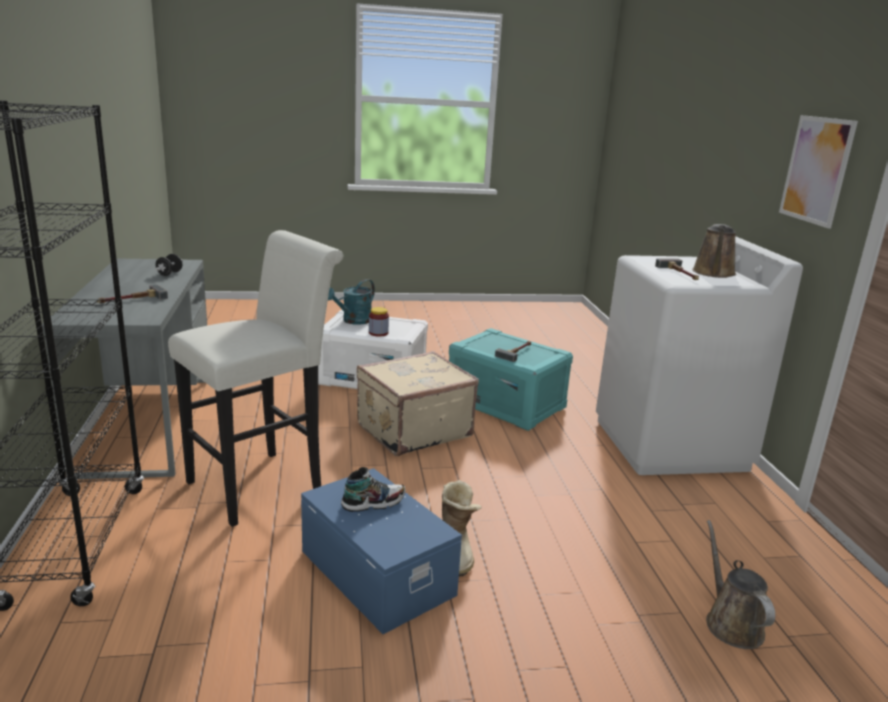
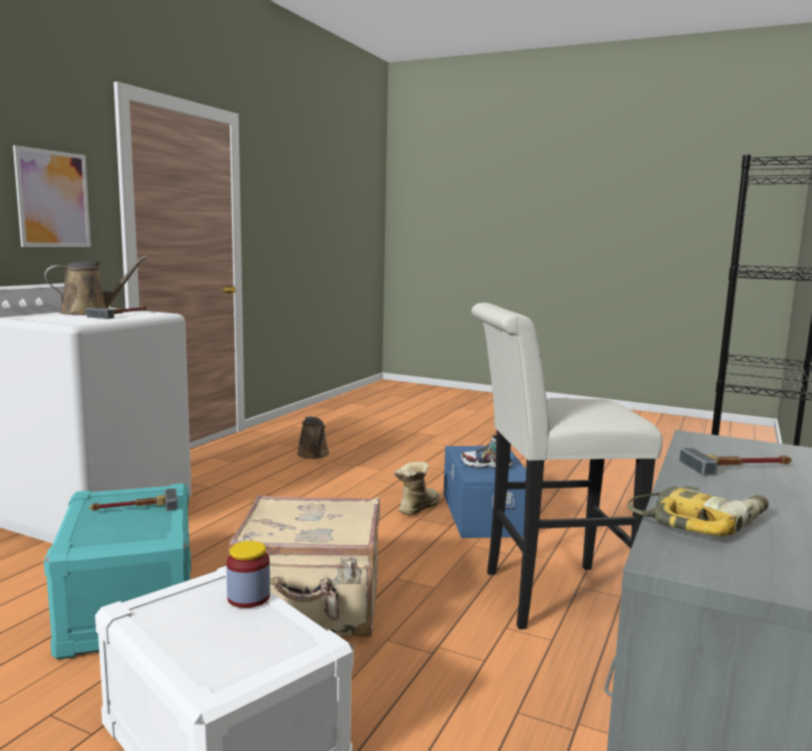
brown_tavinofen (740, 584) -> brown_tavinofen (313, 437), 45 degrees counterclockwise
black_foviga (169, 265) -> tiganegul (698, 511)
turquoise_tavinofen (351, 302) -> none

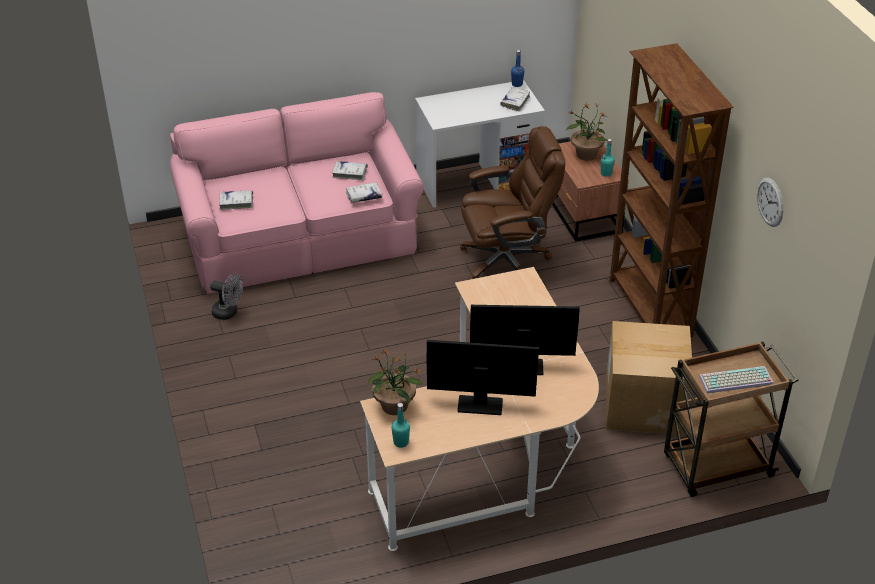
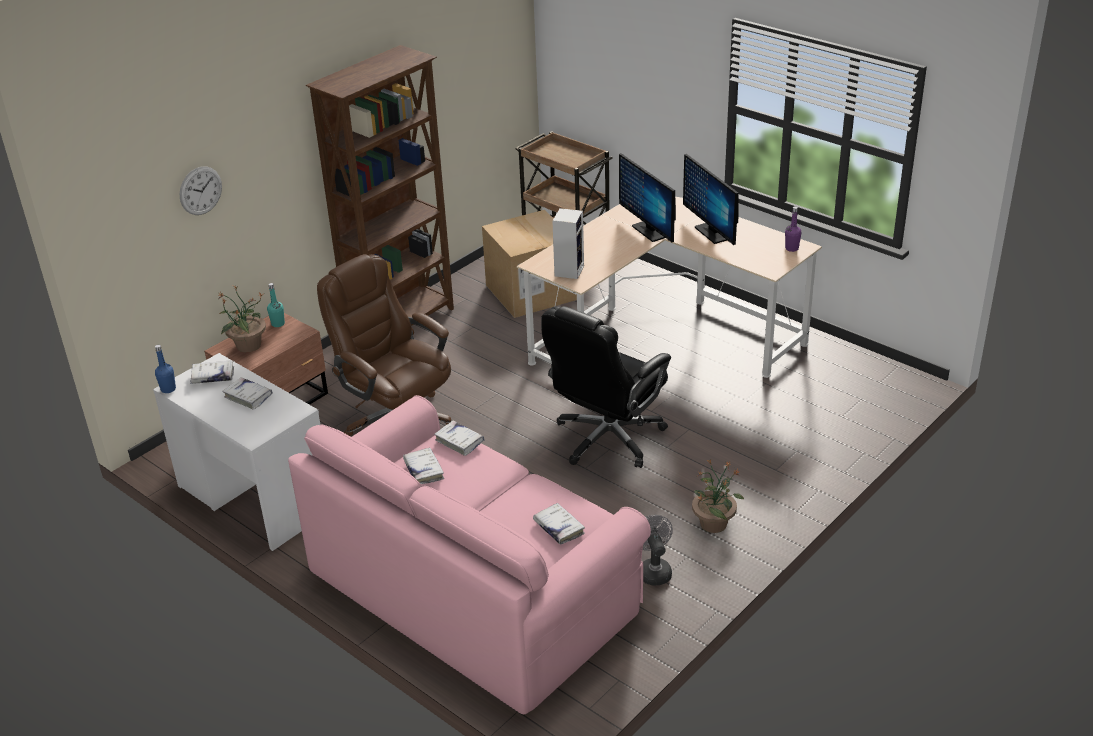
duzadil (770, 202) -> duzadil (201, 190), move
none -> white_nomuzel (247, 393)
none -> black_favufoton (606, 387)
none -> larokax (568, 243)
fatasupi (395, 382) -> fatasupi (718, 496), move
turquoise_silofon (400, 425) -> purple_silofon (793, 229)
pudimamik (736, 379) -> none

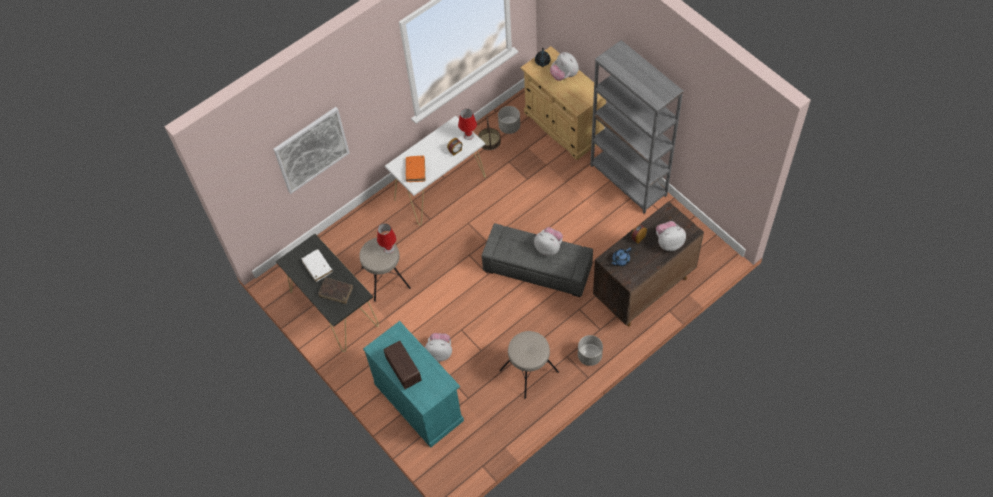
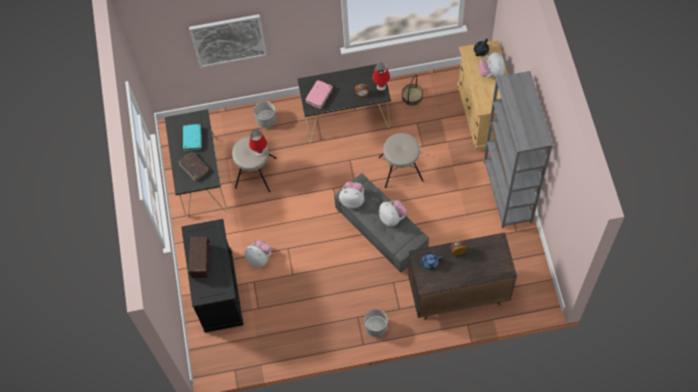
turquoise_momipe (413, 384) -> black_momipe (212, 276)
white_nomuzel (317, 265) -> turquoise_nomuzel (192, 137)
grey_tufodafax (509, 120) -> grey_tufodafax (265, 114), move
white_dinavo (435, 170) -> black_dinavo (344, 103)
orange_nomuzel (416, 169) -> pink_nomuzel (319, 94)
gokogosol (671, 236) -> gokogosol (351, 195), move
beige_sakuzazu (529, 365) -> beige_sakuzazu (401, 160), move

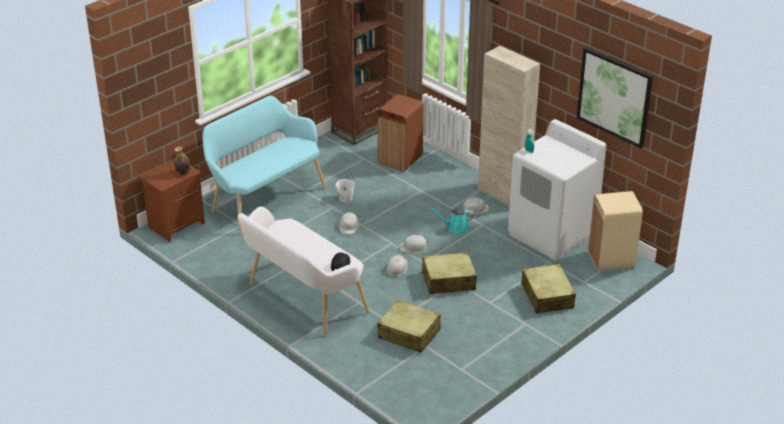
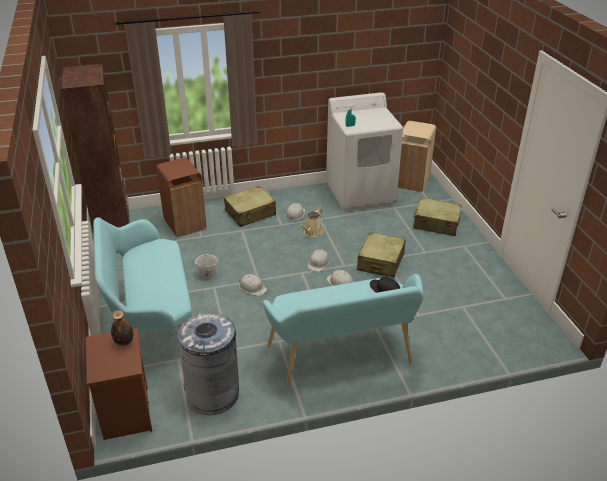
none -> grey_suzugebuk (208, 364)
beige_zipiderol (409, 326) -> beige_zipiderol (250, 206), move
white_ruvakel (303, 271) -> turquoise_ruvakel (343, 331)
turquoise_tavinofen (452, 220) -> beige_tavinofen (311, 223)
beige_momipe (509, 126) -> none
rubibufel (615, 97) -> none

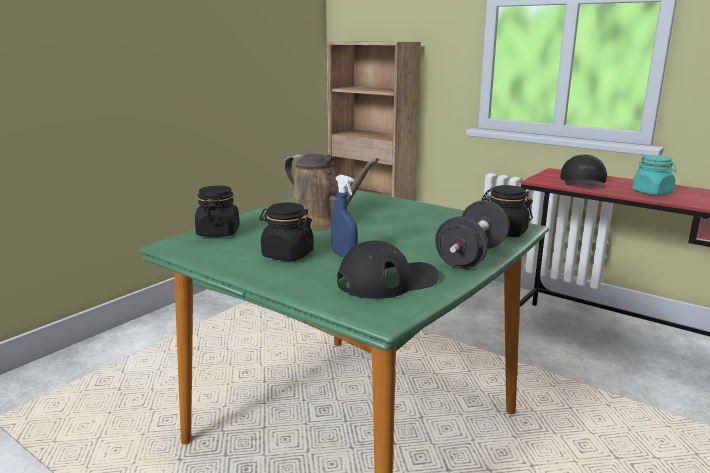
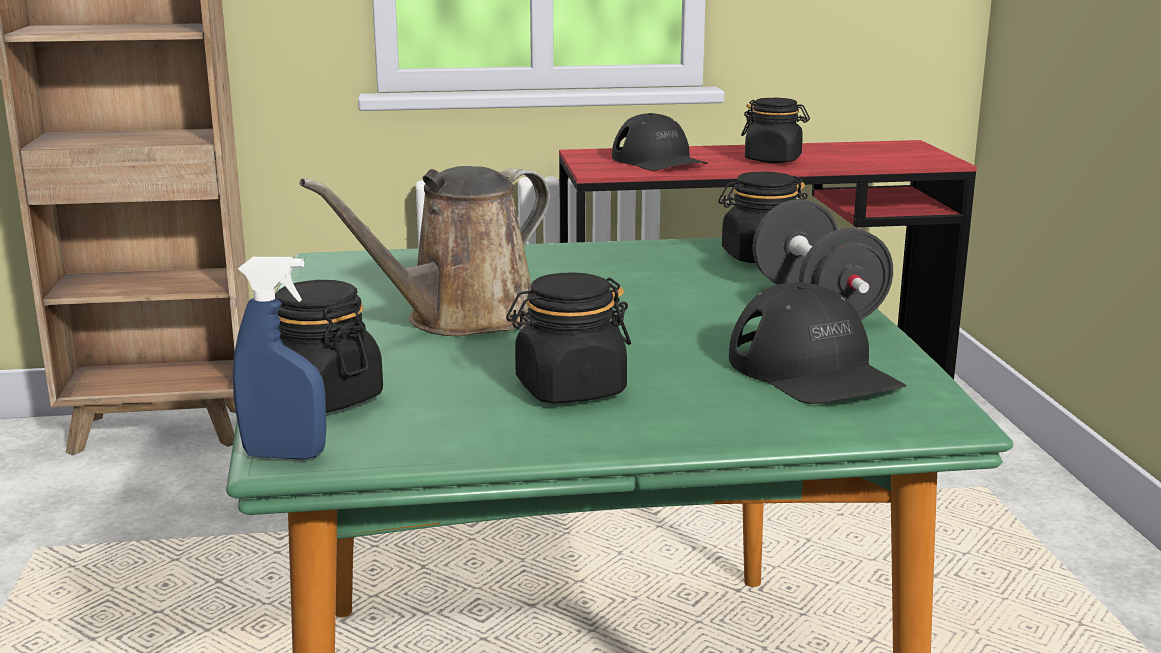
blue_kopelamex (344, 216) -> blue_kopelamex (279, 358), move
brown_tavinofen (331, 191) -> brown_tavinofen (424, 251), 135 degrees clockwise
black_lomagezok (388, 270) -> black_lomagezok (817, 343), 135 degrees clockwise
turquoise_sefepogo (654, 175) -> black_sefepogo (775, 130)

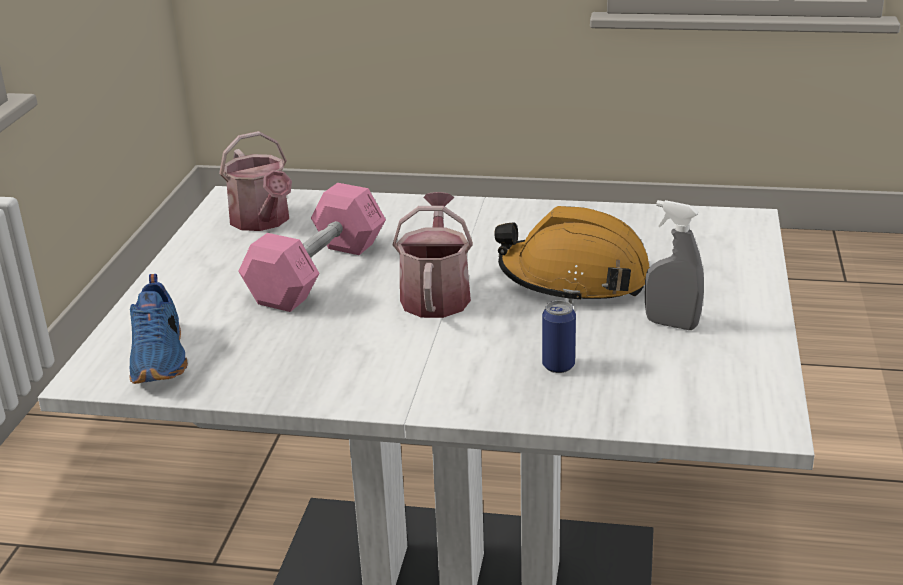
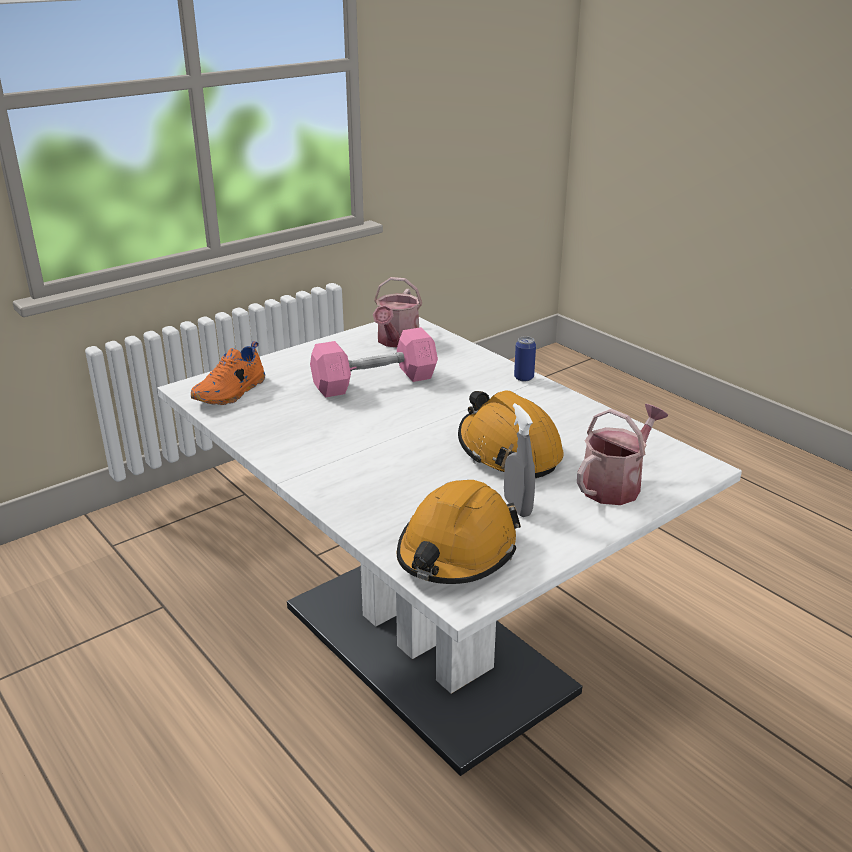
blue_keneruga (158, 329) -> orange_keneruga (228, 373)
none -> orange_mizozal (459, 532)
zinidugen (559, 336) -> zinidugen (525, 358), move
tavinofen (433, 255) -> tavinofen (622, 454), move

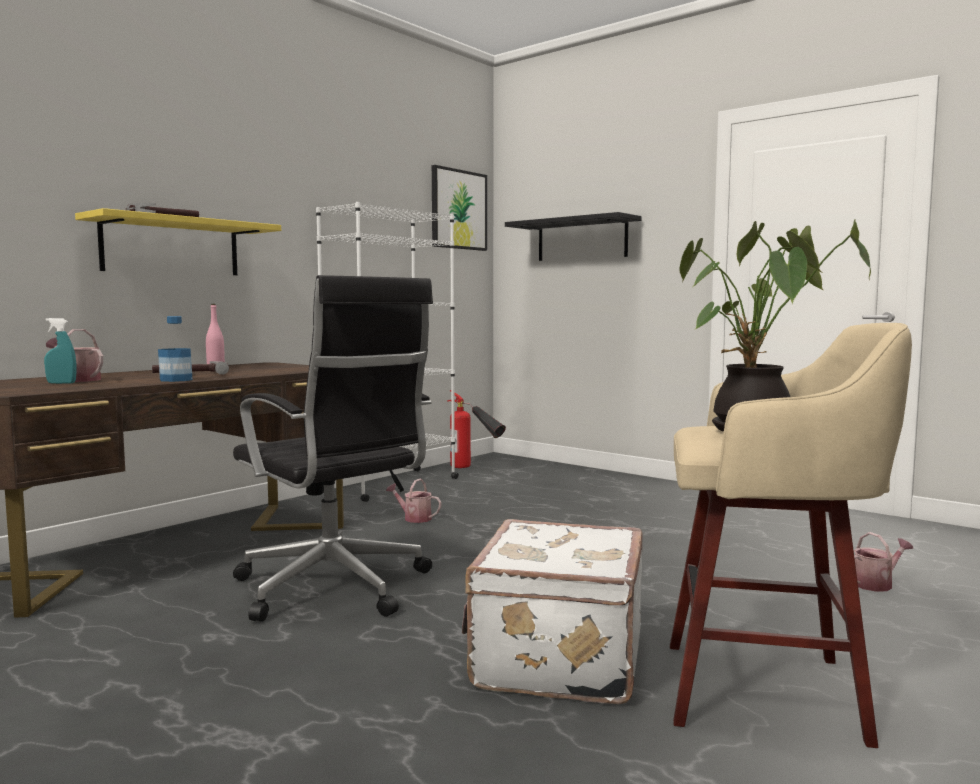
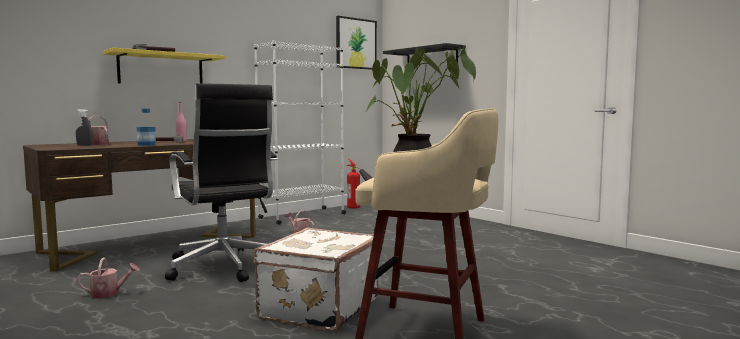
turquoise_kopelamex (60, 351) -> grey_kopelamex (84, 127)
tavinofen (883, 562) -> tavinofen (108, 278), move

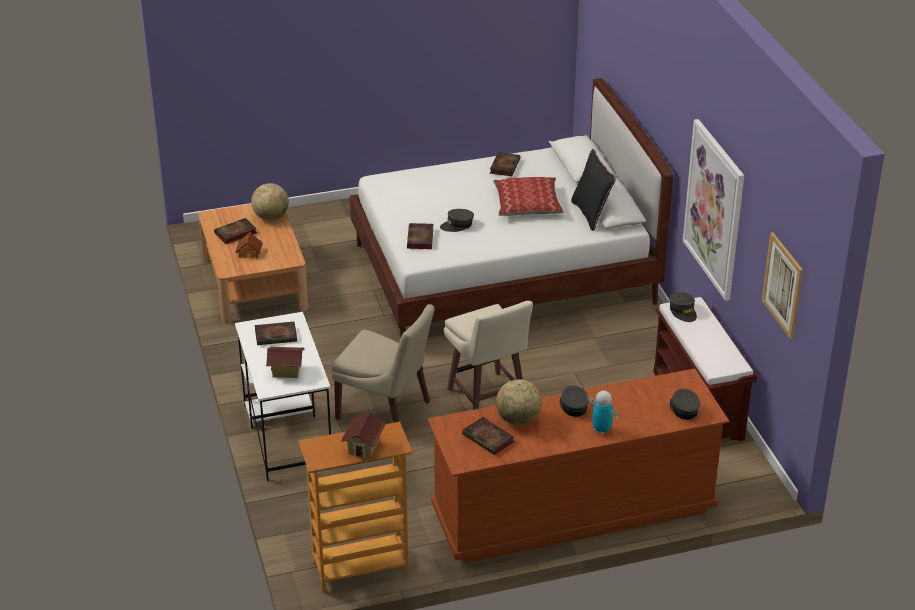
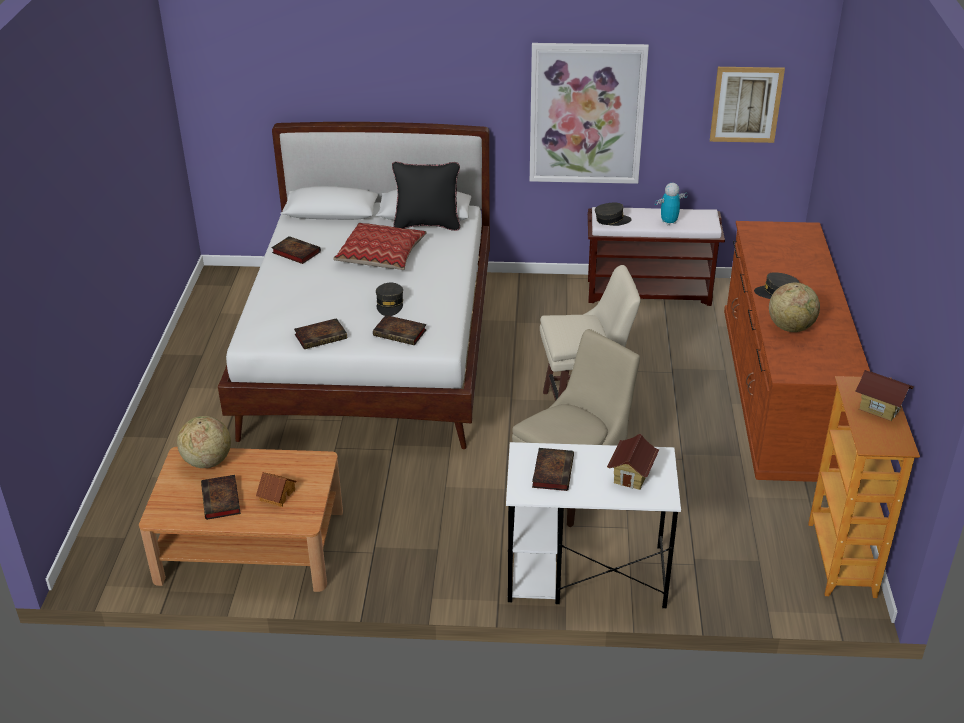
nomuzel (488, 436) -> nomuzel (320, 333), move
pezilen (603, 412) -> pezilen (671, 204), move
grey_lomagezok (685, 404) -> none

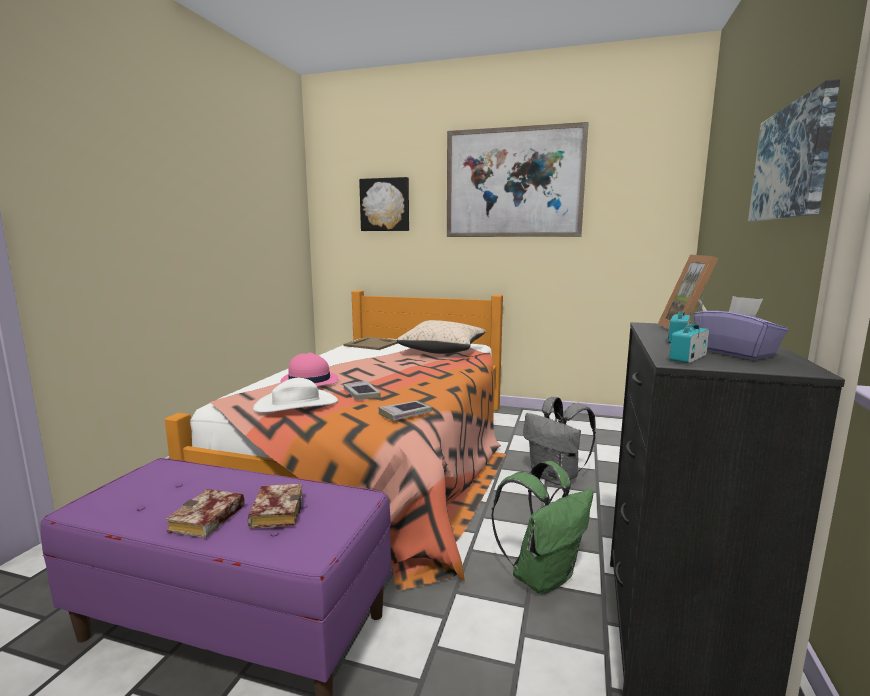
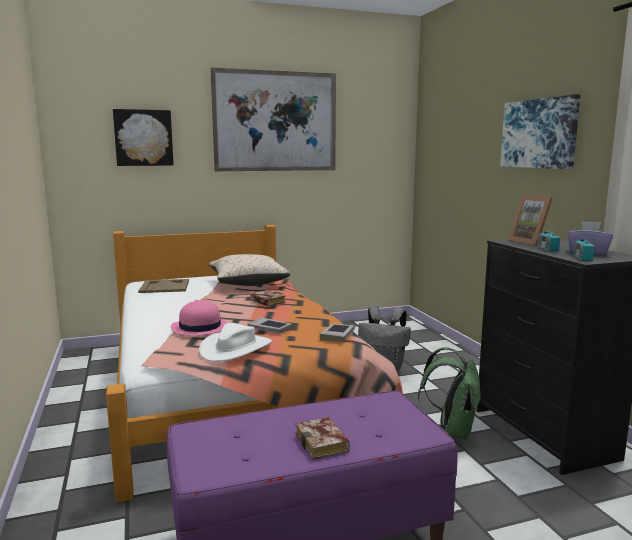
nomuzel (275, 506) -> nomuzel (267, 298), move

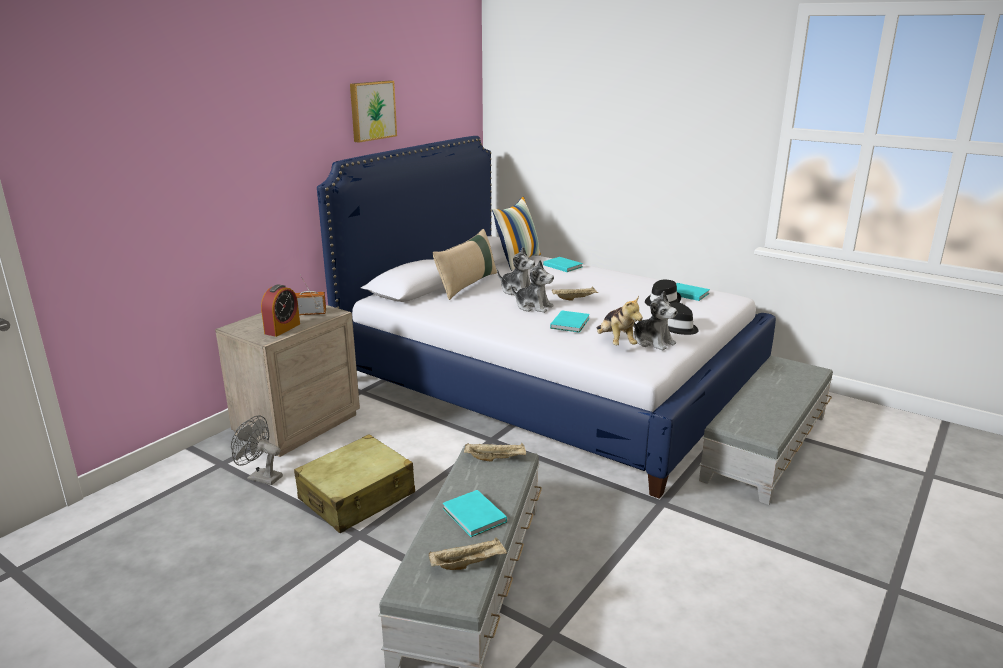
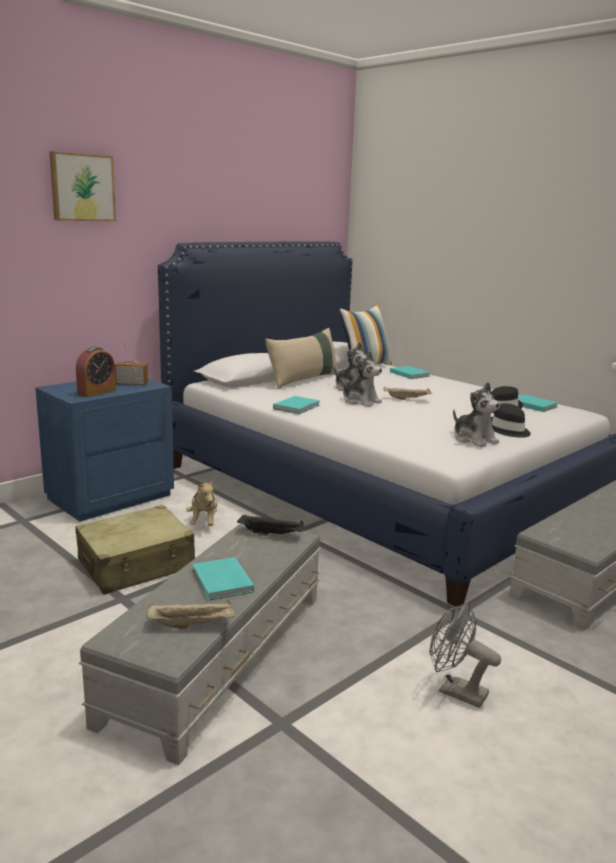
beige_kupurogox (287, 381) -> blue_kupurogox (104, 450)
rubibufel (373, 111) -> rubibufel (82, 186), move
gokogosol (620, 320) -> gokogosol (202, 502), move
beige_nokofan (495, 452) -> black_nokofan (270, 525)
turquoise_nomuzel (570, 322) -> turquoise_nomuzel (296, 405), move
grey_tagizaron (257, 450) -> grey_tagizaron (465, 655), move

